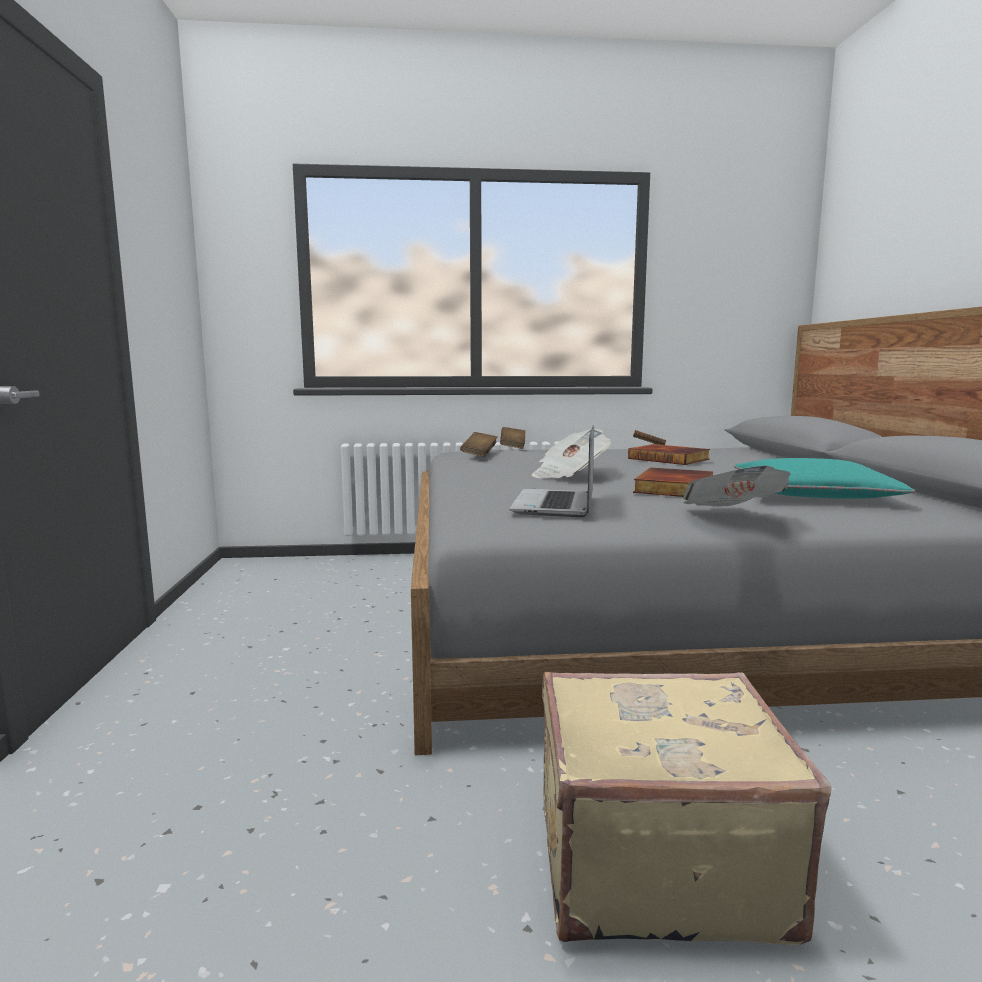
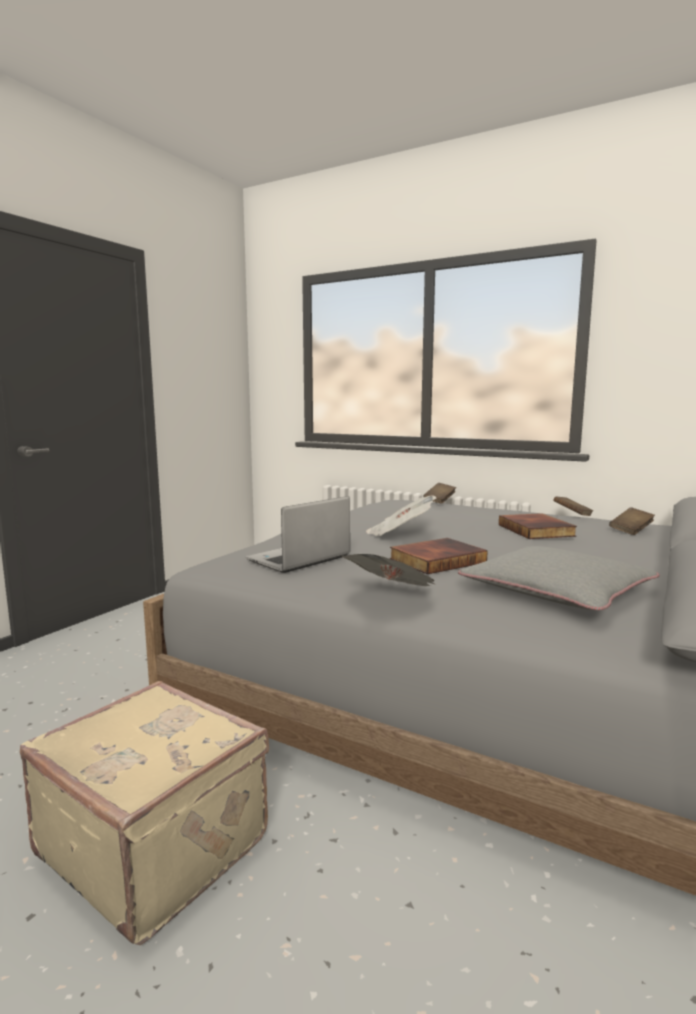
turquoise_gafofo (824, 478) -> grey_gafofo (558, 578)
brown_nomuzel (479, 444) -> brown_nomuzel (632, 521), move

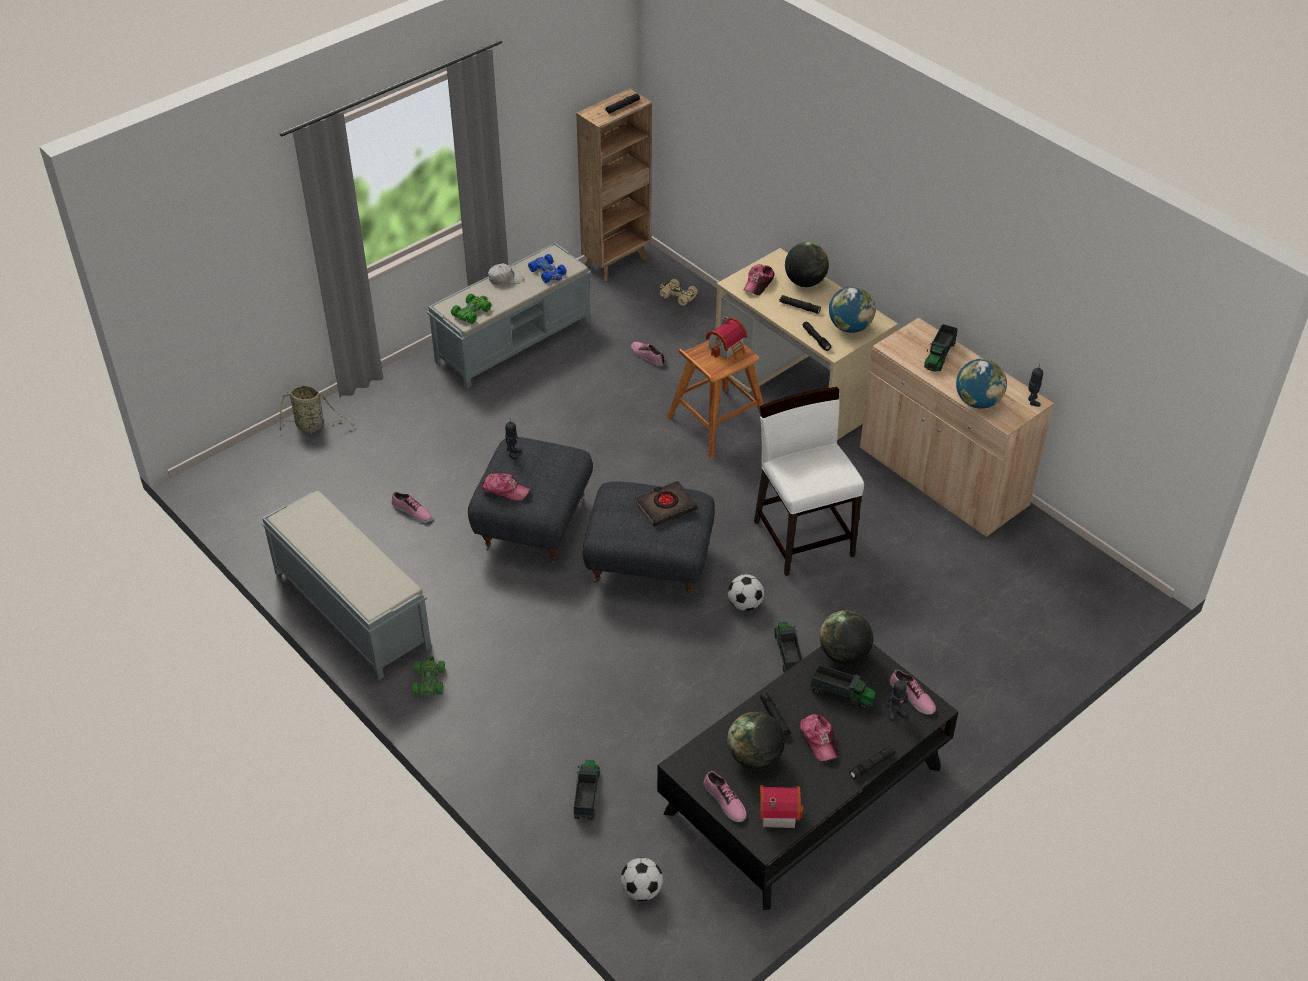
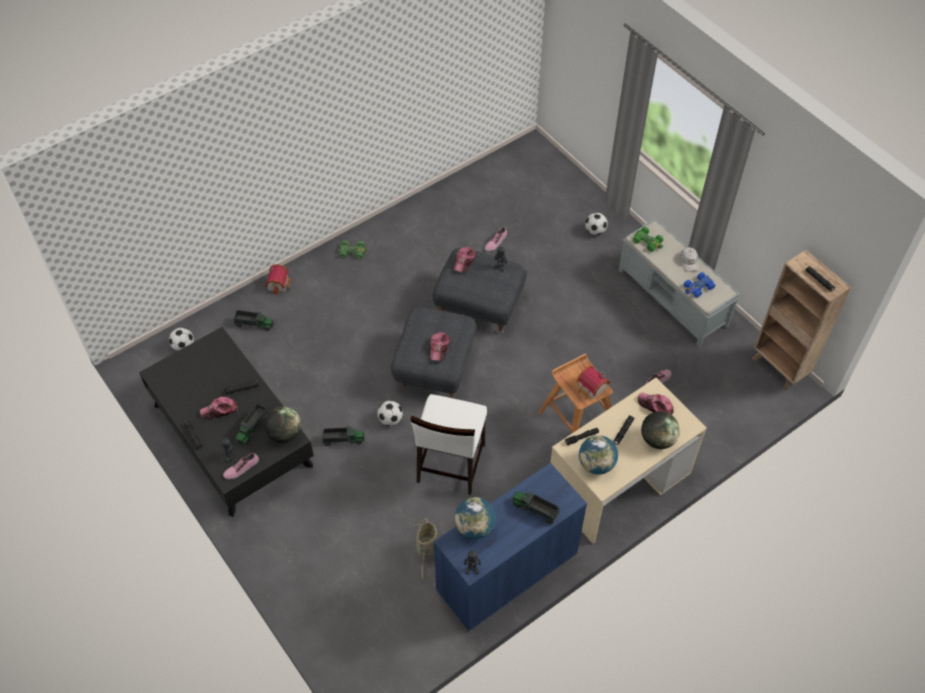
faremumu (781, 806) -> faremumu (278, 279), move
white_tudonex (809, 481) -> white_tudonex (449, 444), 120 degrees clockwise
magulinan (316, 408) -> magulinan (425, 549), move
black_nomuzel (666, 503) -> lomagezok (440, 346)
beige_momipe (957, 427) -> blue_momipe (510, 547)
none -> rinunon (596, 224)
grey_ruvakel (346, 585) -> none
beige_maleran (679, 292) -> none
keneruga (724, 796) -> none
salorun (756, 740) -> none

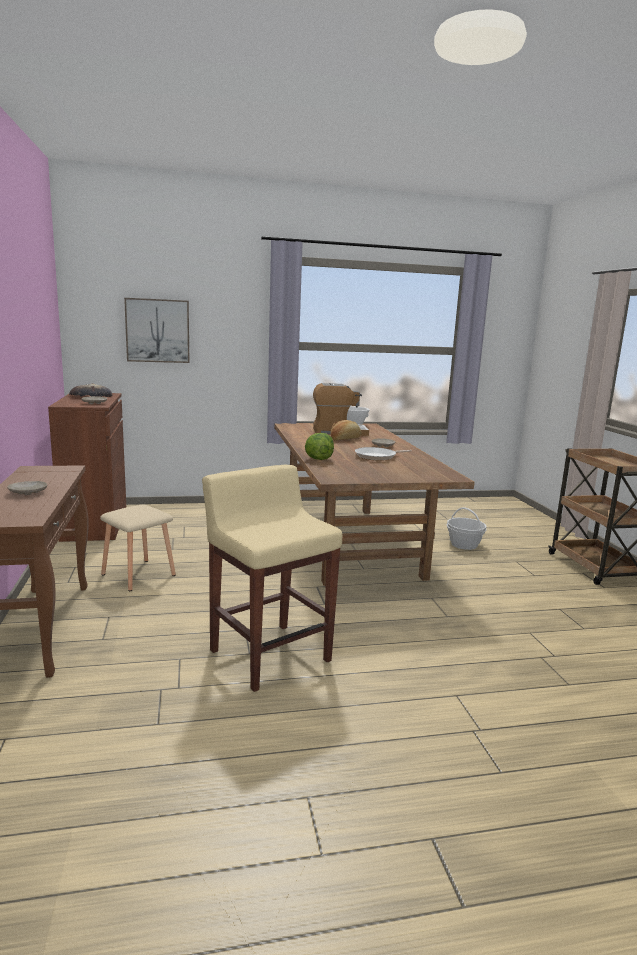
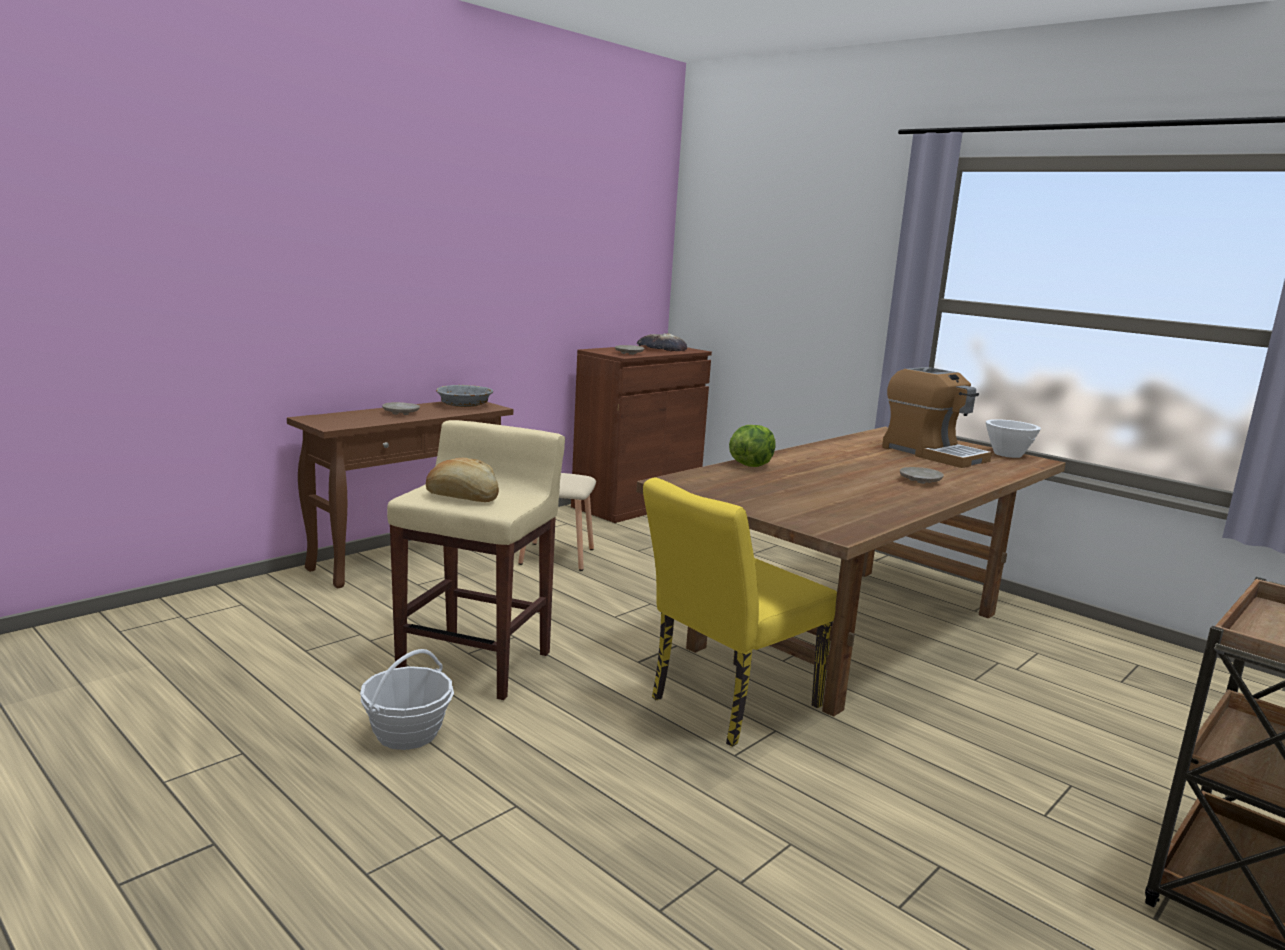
magulinan (467, 528) -> magulinan (407, 699), move
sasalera (346, 430) -> sasalera (462, 480), move
none -> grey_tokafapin (464, 396)
none -> yellow_tudonex (740, 612)
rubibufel (157, 330) -> none
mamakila (383, 454) -> none

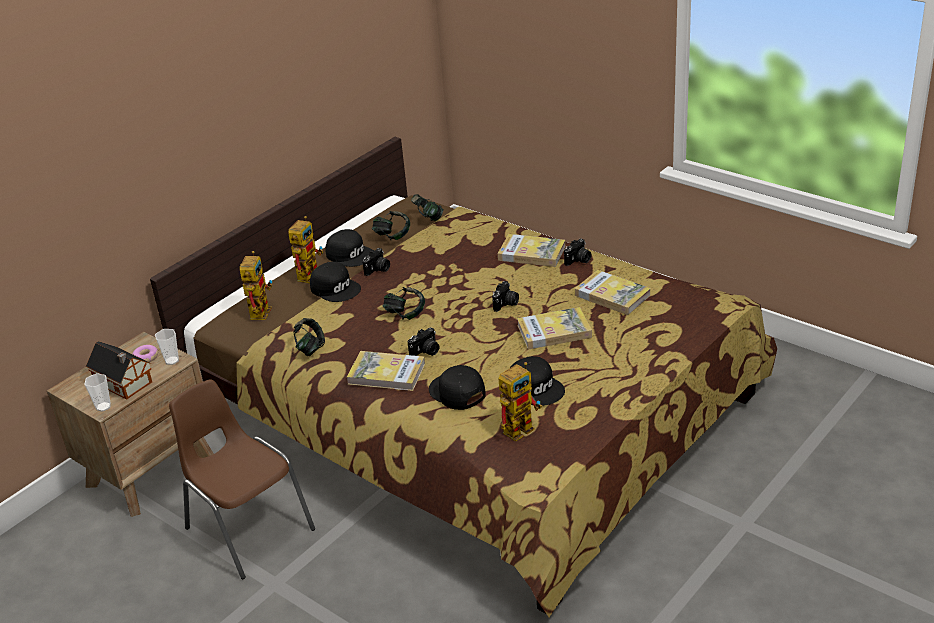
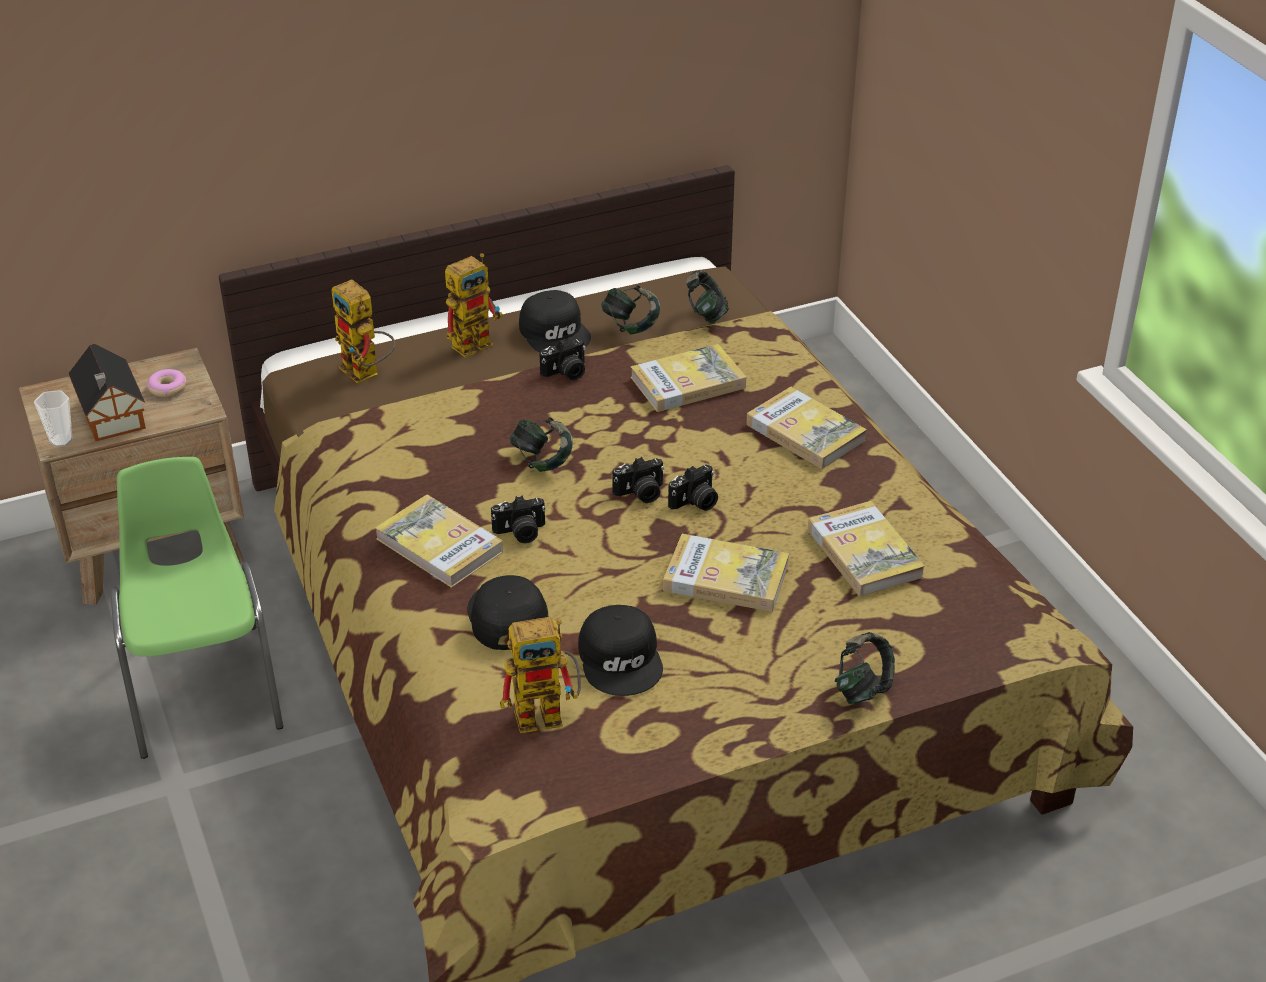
brown_tudonex (242, 479) -> green_tudonex (197, 608)
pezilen (256, 285) -> pezilen (363, 332), 105 degrees clockwise
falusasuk (577, 252) -> falusasuk (638, 480), move
none -> nomuzel (688, 378)
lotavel (309, 337) -> lotavel (865, 668), move
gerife (167, 347) -> none
black_lomagezok (335, 282) -> none

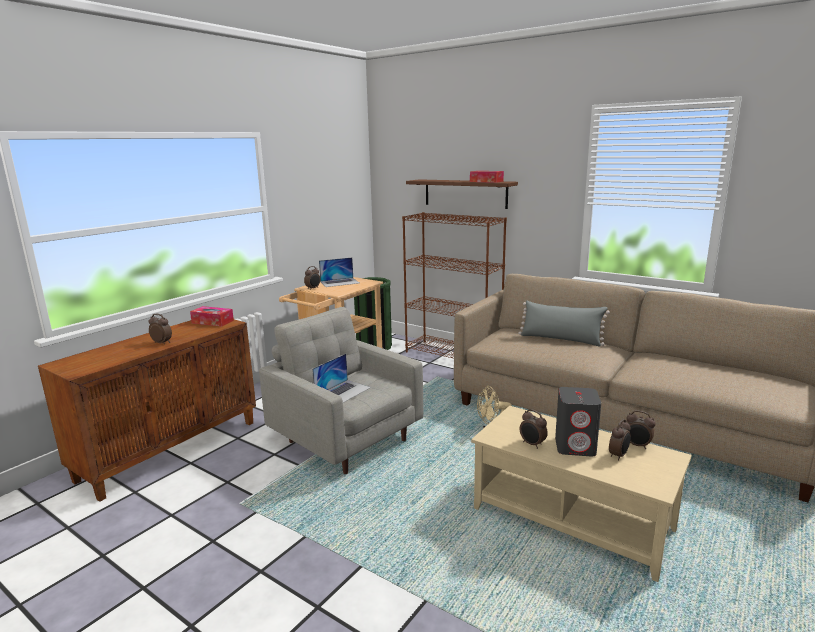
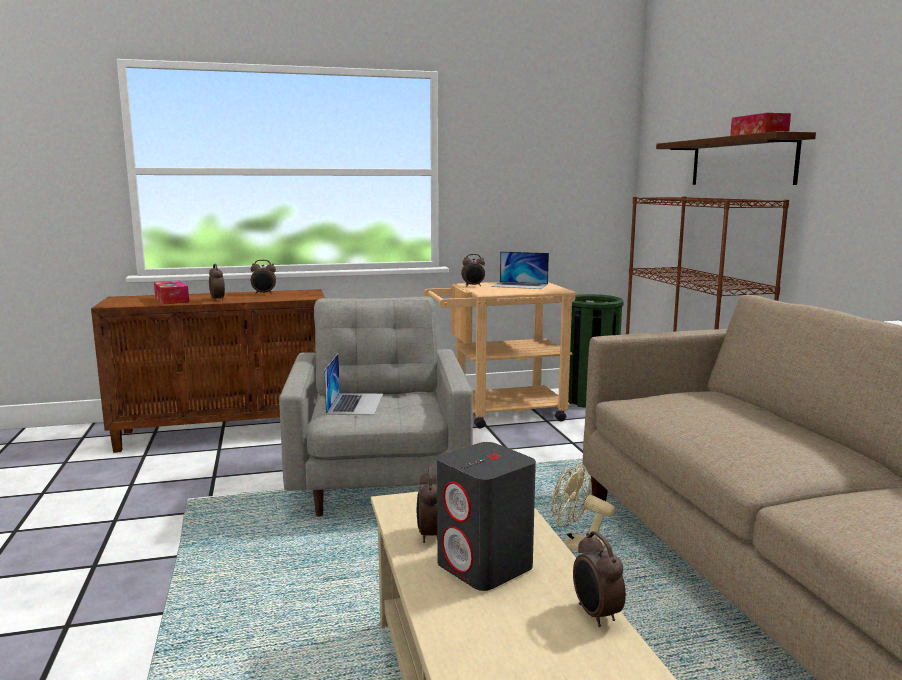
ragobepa (212, 316) -> ragobepa (171, 293), move
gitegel (620, 440) -> gitegel (263, 277), move
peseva (341, 378) -> peseva (353, 384), 75 degrees counterclockwise
grey_gafofo (564, 323) -> none

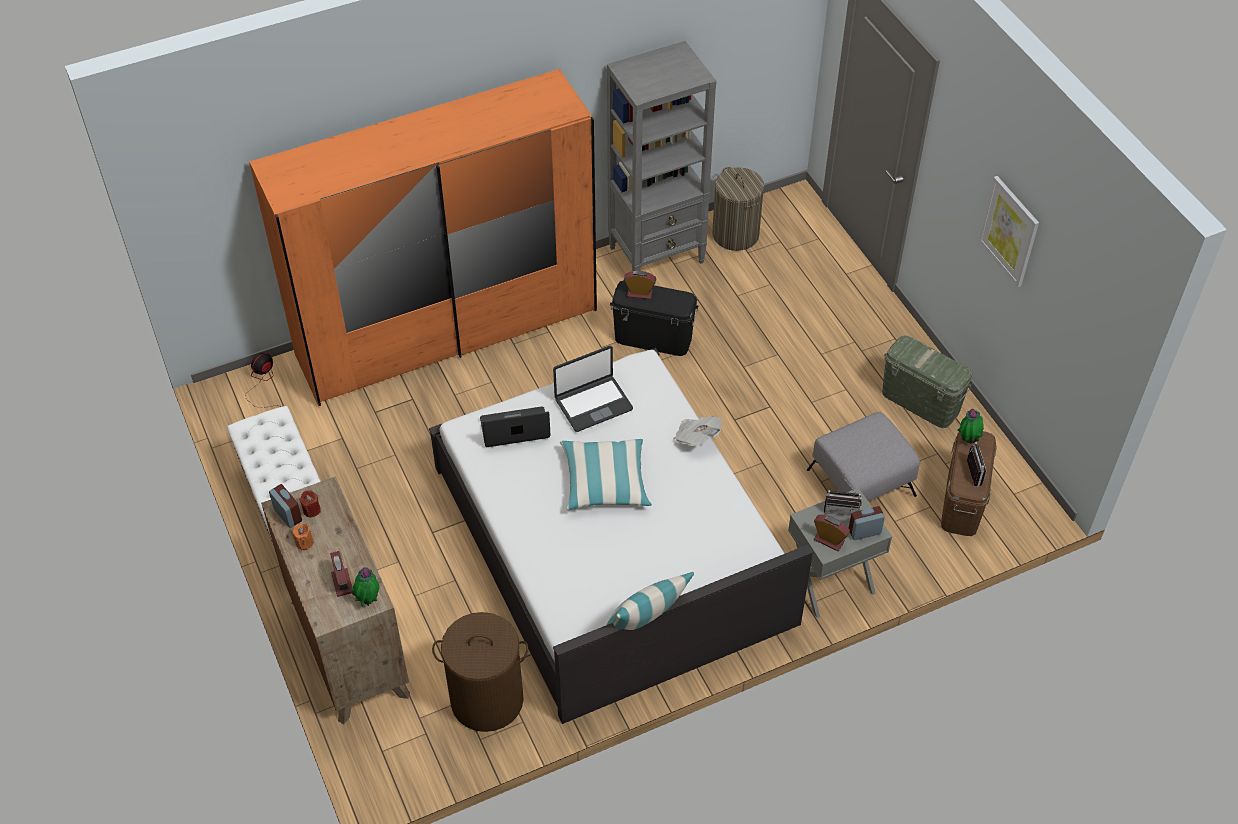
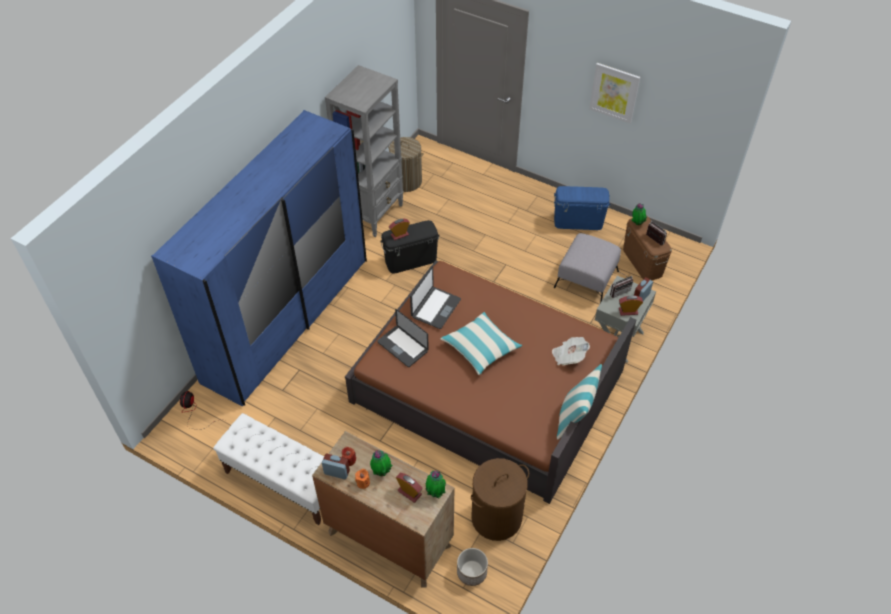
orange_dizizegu (423, 237) -> blue_dizizegu (259, 258)
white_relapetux (621, 536) -> brown_relapetux (490, 382)
none -> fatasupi (381, 463)
peseva (515, 427) -> peseva (403, 338), 90 degrees counterclockwise
none -> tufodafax (472, 567)
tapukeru (698, 431) -> tapukeru (571, 351), move
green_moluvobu (927, 381) -> blue_moluvobu (582, 208)

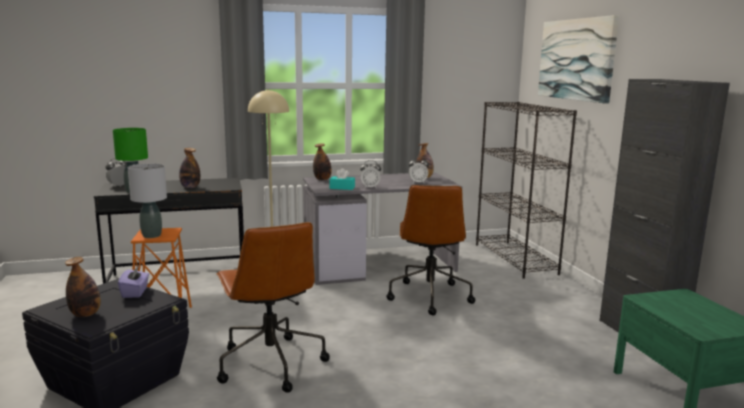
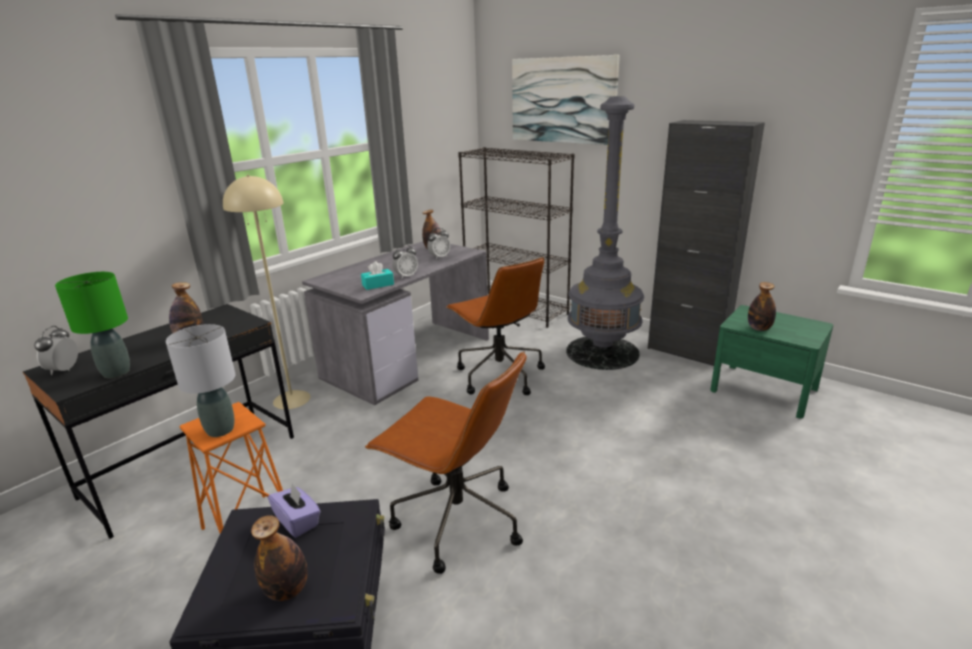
none -> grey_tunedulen (605, 233)
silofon (322, 161) -> silofon (762, 306), move

